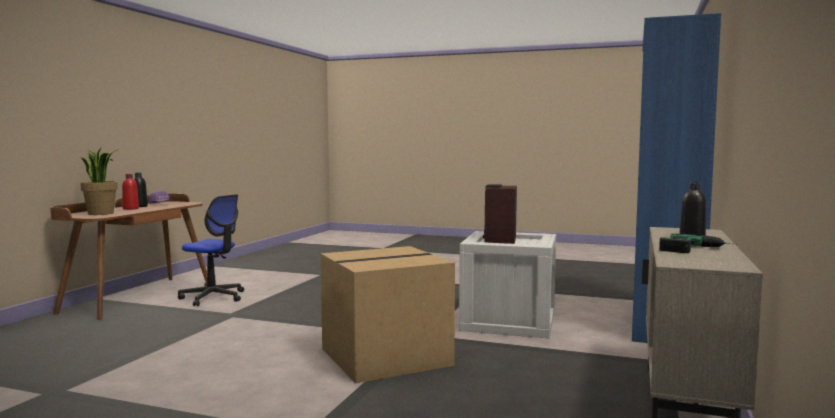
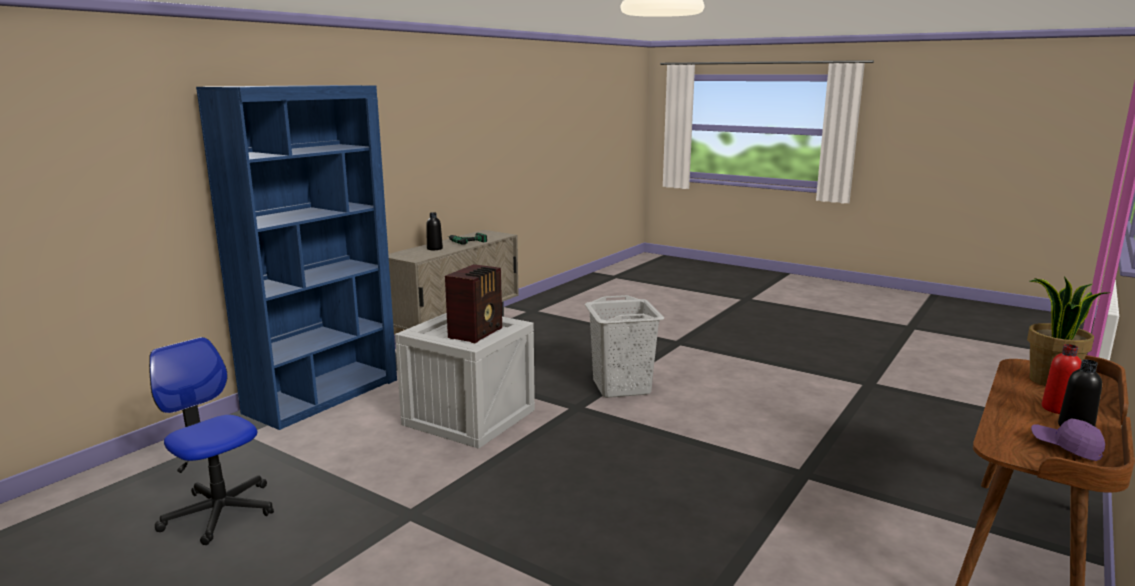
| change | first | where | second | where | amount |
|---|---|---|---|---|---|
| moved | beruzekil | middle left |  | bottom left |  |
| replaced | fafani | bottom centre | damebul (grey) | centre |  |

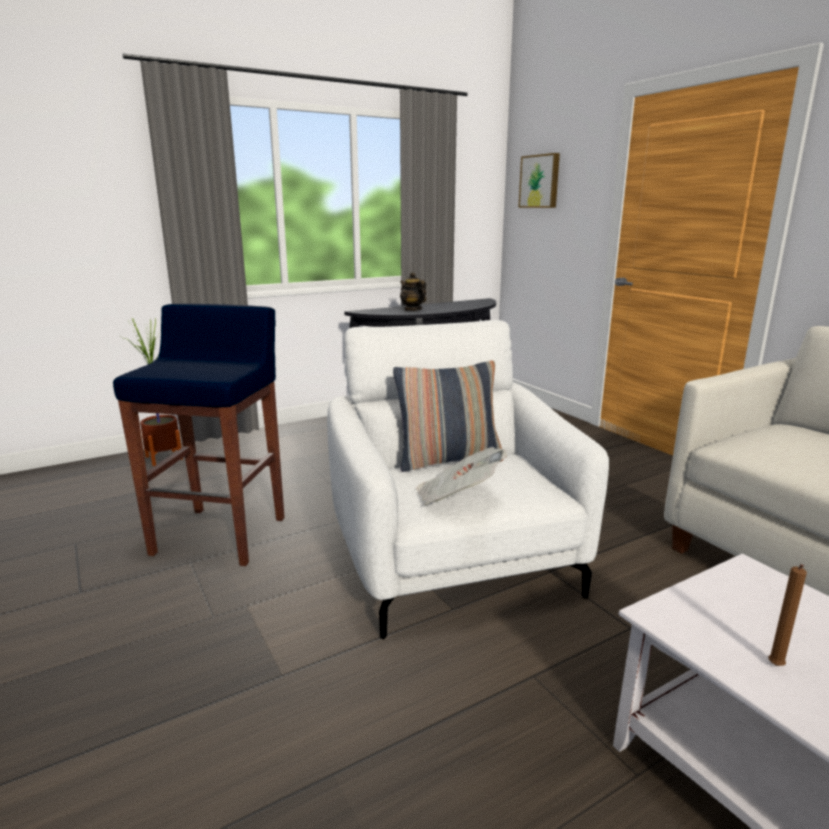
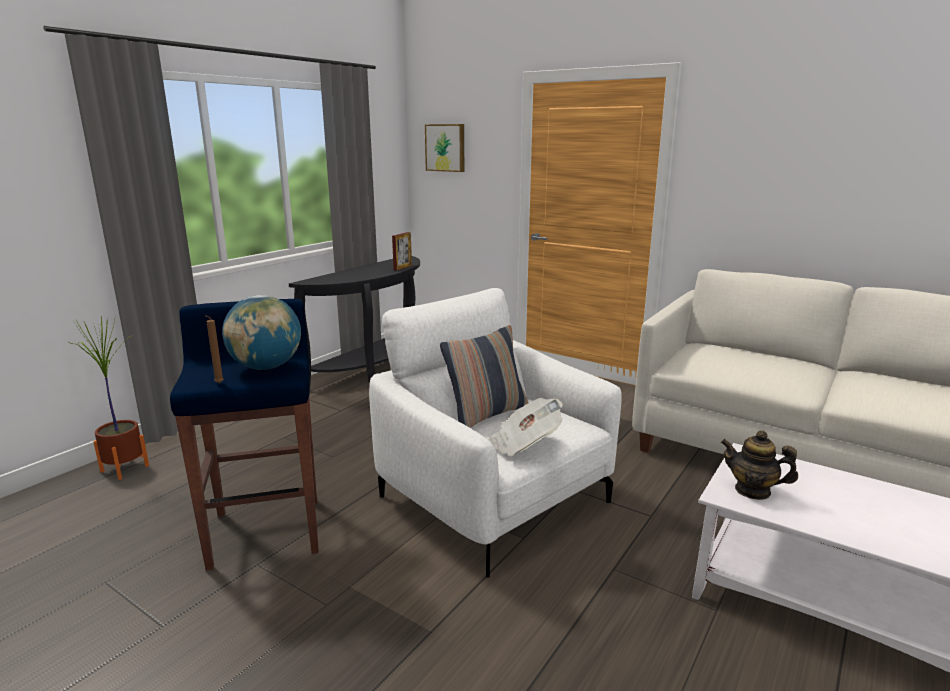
| change | first | where | second | where | amount |
|---|---|---|---|---|---|
| moved | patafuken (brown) | bottom right |  | middle left |  |
| added |  |  | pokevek | middle left |  |
| added |  |  | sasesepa | centre |  |
| moved | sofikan | centre |  | bottom right |  |

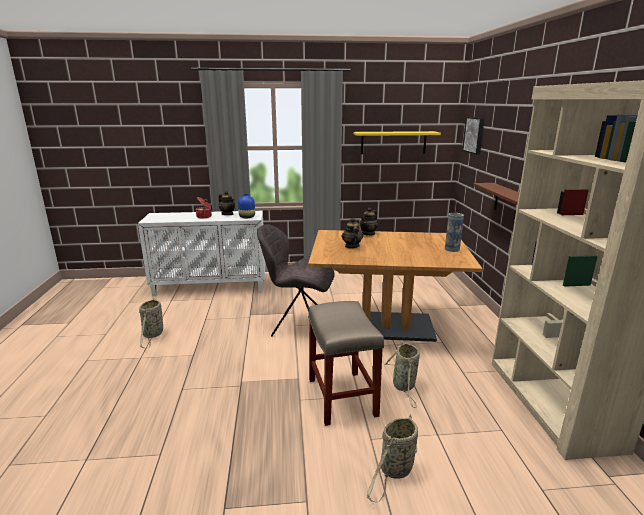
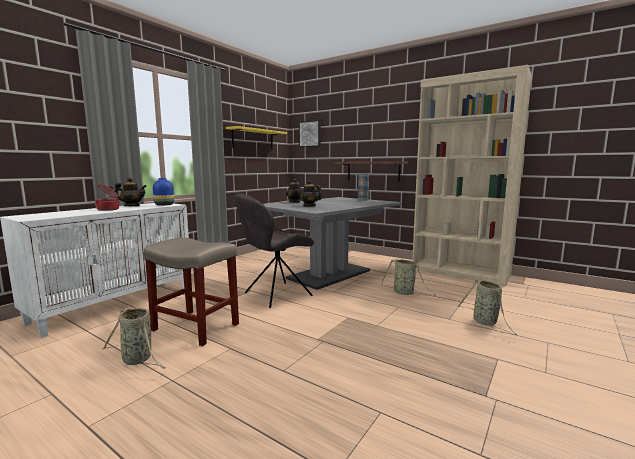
| change | first | where | second | where | amount |
|---|---|---|---|---|---|
| moved | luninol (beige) | bottom centre |  | middle left |  |
| recoloured | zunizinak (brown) | centre | zunizinak (grey) | centre |  |

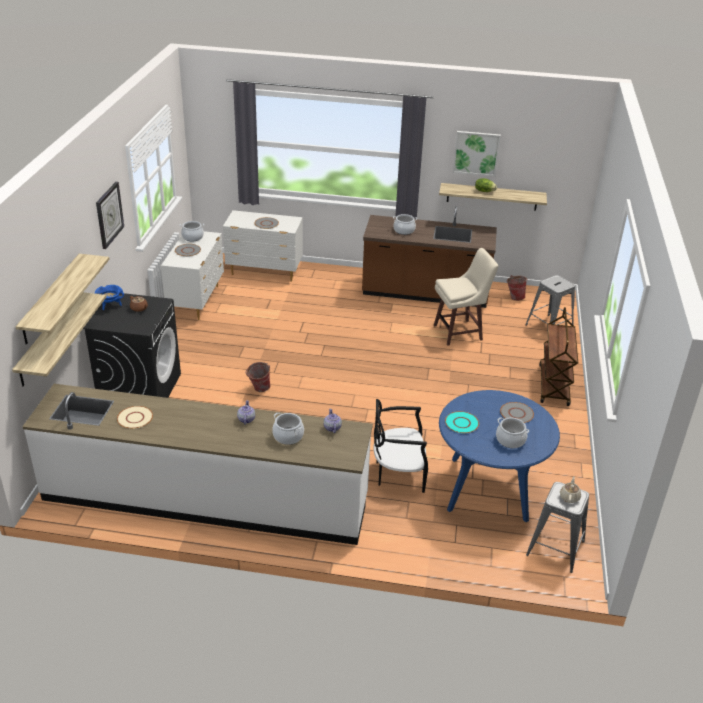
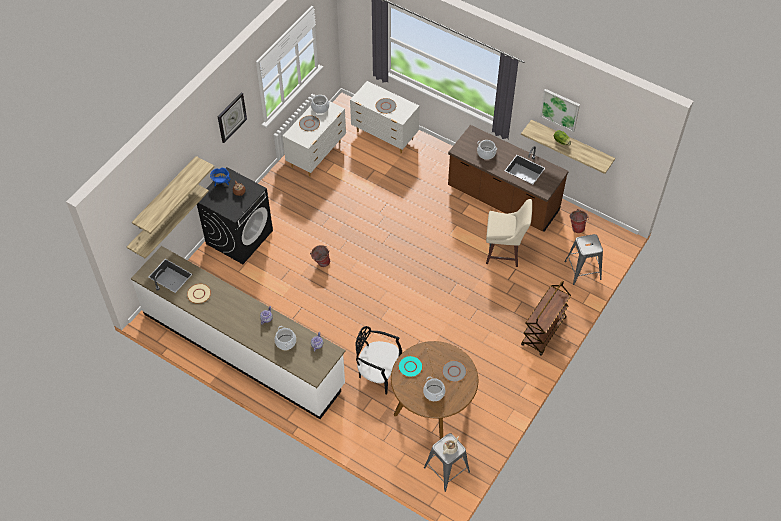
| change | first | where | second | where | amount |
|---|---|---|---|---|---|
| recoloured | zunizinak (blue) | middle right | zunizinak (brown) | bottom centre |  |

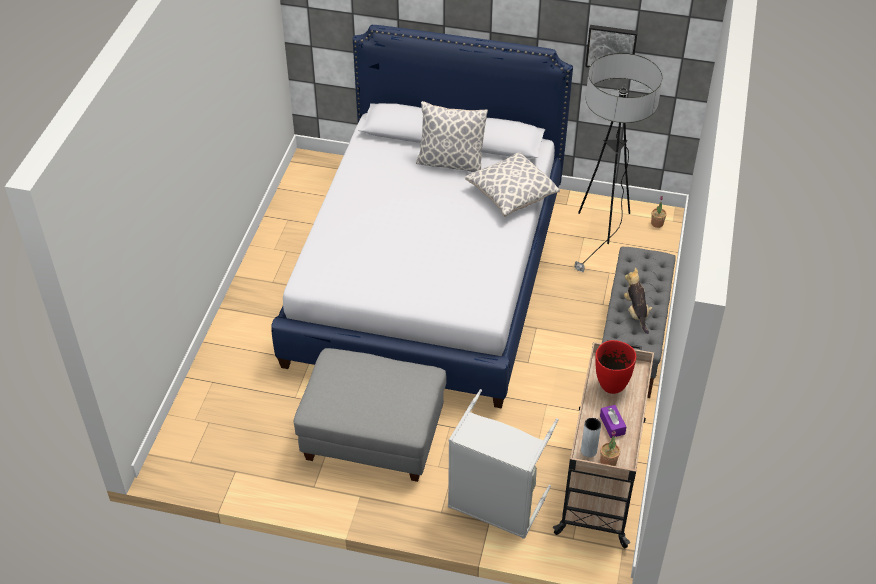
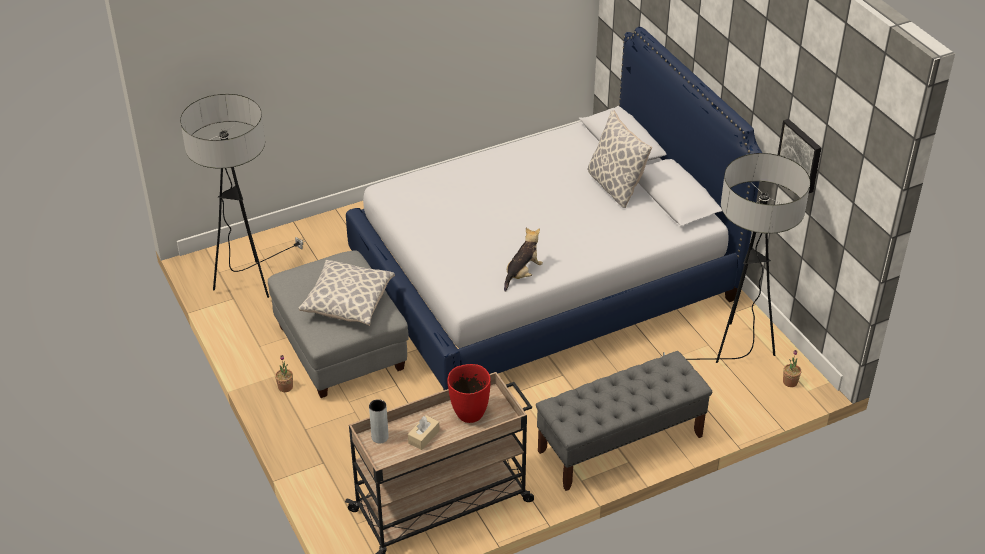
| change | first | where | second | where | amount |
|---|---|---|---|---|---|
| added |  |  | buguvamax (1st from left) | middle left |  |
| moved | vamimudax (1st from left) | bottom right |  | bottom left |  |
| moved | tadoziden (2nd from left in the first image) | top centre | tadoziden (1st from left) | centre |  |
| recoloured | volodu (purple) | bottom right | volodu (beige) | bottom centre |  |
| moved | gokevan | middle right |  | centre |  |
| removed | damebul (grey) | bottom centre |  |  |  |

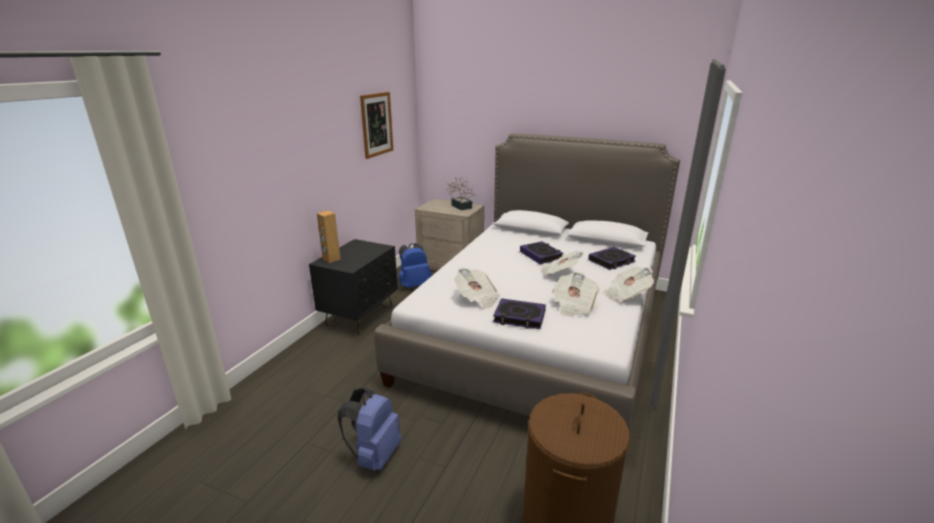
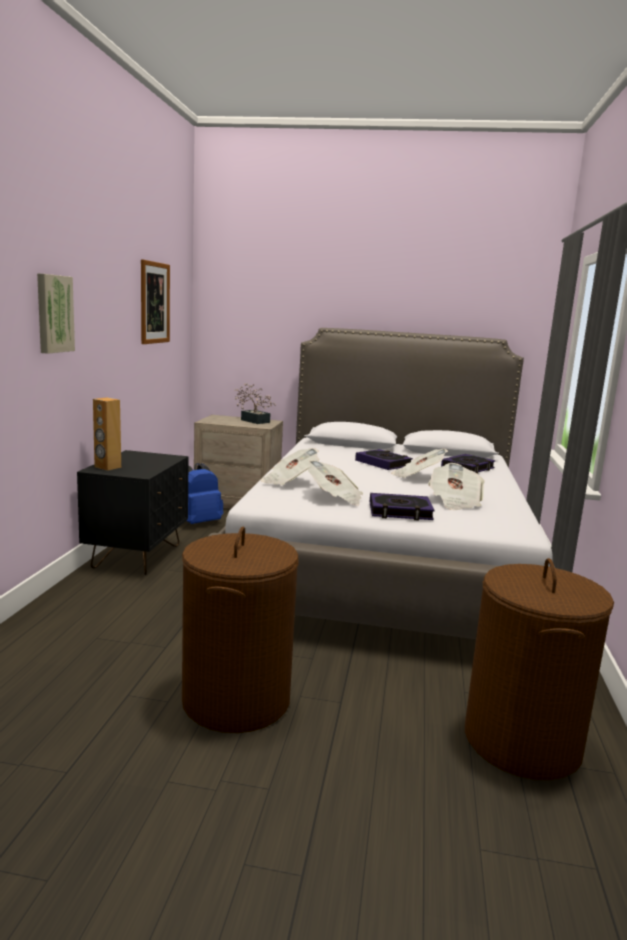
| change | first | where | second | where | amount |
|---|---|---|---|---|---|
| added |  |  | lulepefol (1st from left) | top left |  |
| replaced | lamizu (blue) (1st from left) | bottom centre | damebul (brown) (1st from left) | bottom centre |  |
| moved | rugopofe (4th from left in the first image) | middle right | rugopofe (1st from left) | centre |  |

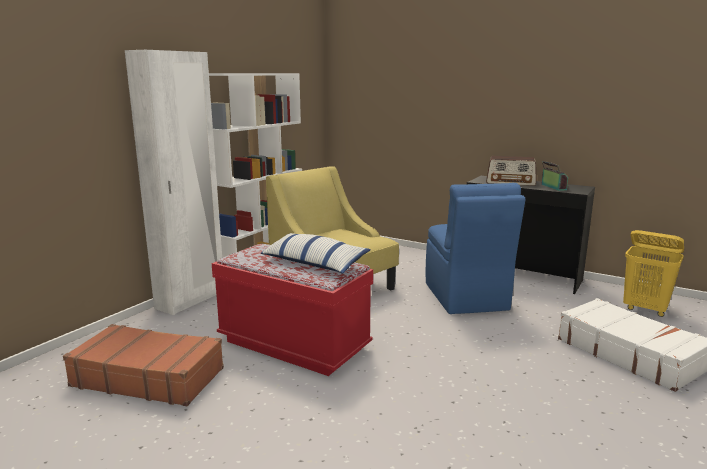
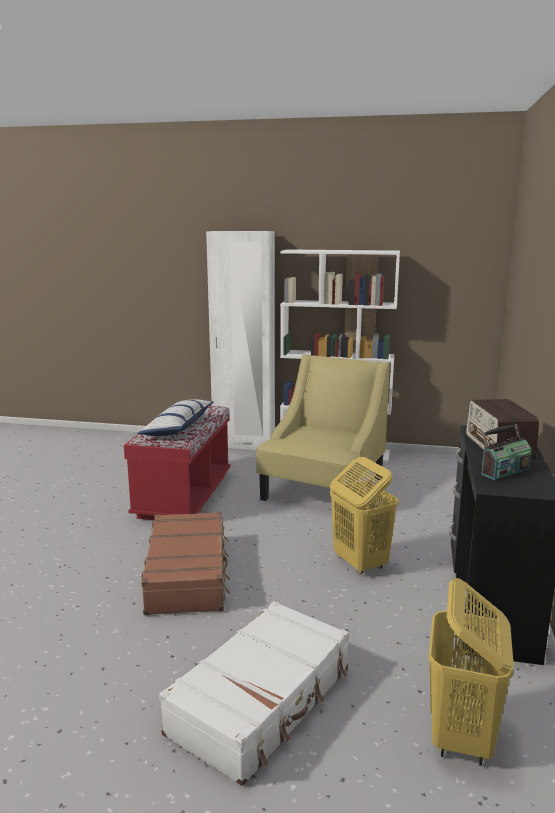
| change | first | where | second | where | amount |
|---|---|---|---|---|---|
| moved | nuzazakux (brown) | bottom left |  | bottom centre |  |
| replaced | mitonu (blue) | middle right | damebul (yellow) (1st from left) | centre |  |

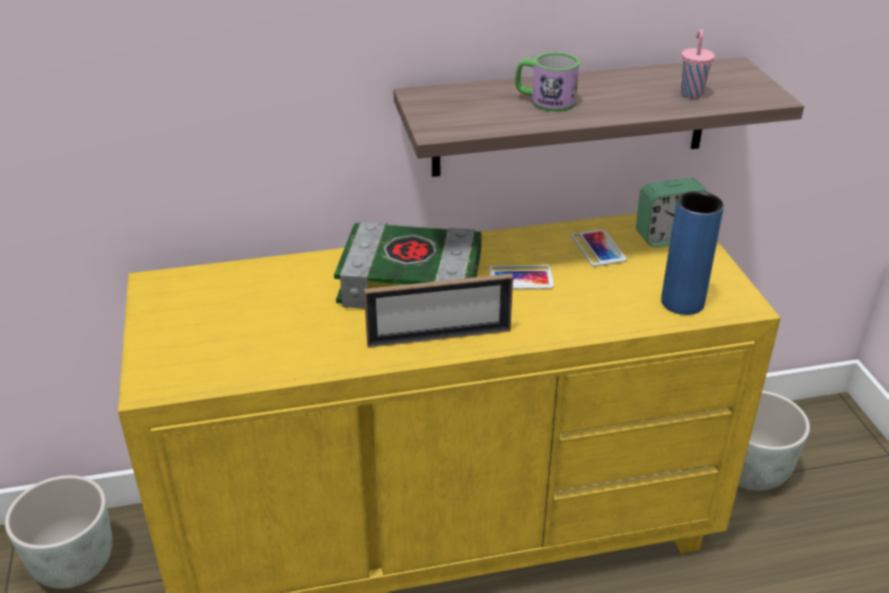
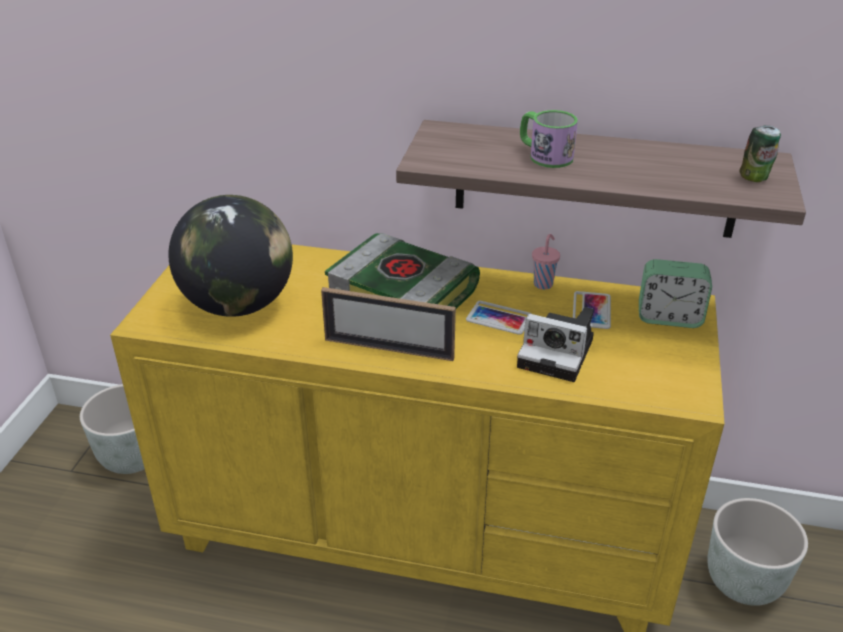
| change | first | where | second | where | amount |
|---|---|---|---|---|---|
| added |  |  | pokevek | middle left |  |
| added |  |  | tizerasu | centre |  |
| moved | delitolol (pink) | top right |  | centre |  |
| added |  |  | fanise | top right |  |
| removed | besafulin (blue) | middle right |  |  |  |

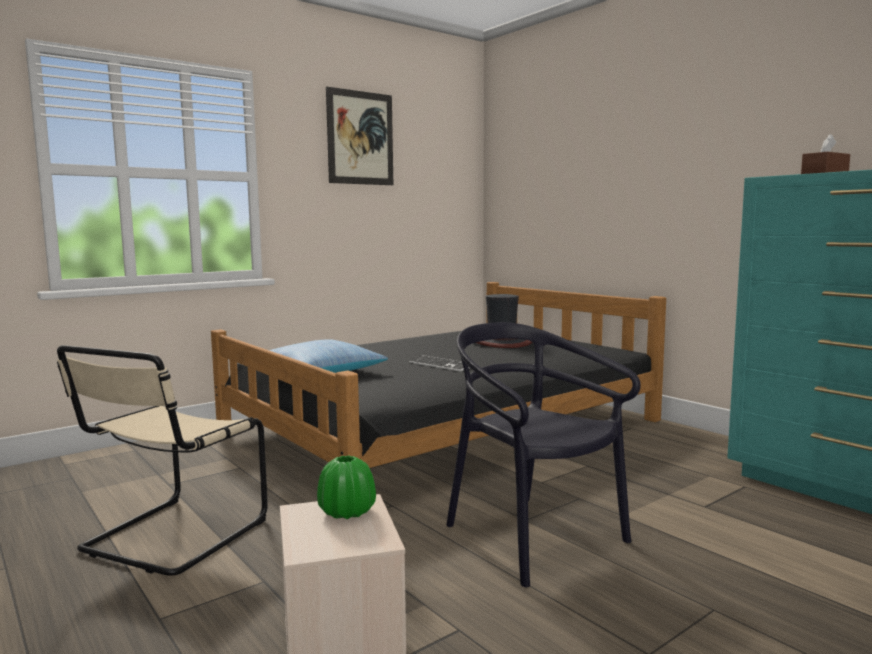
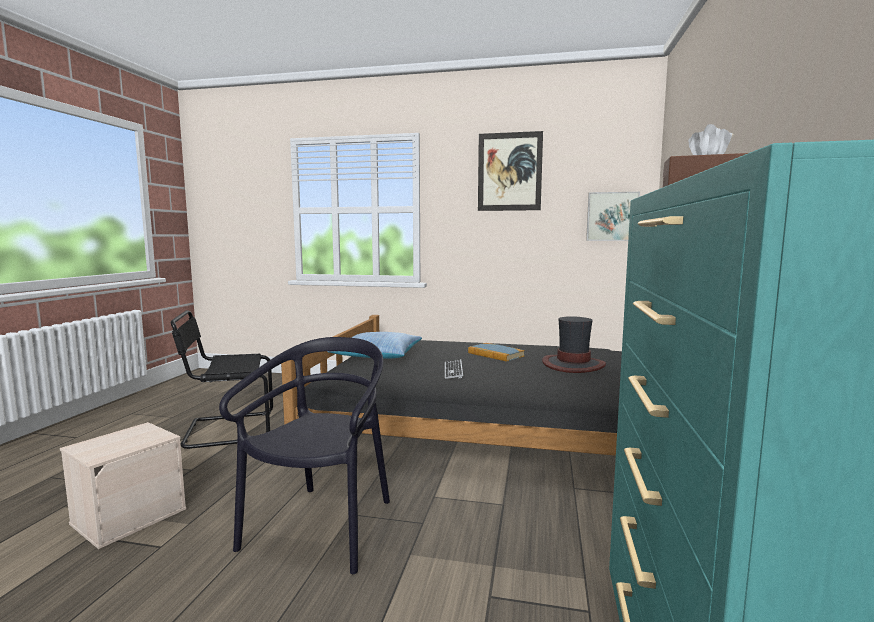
| change | first | where | second | where | amount |
|---|---|---|---|---|---|
| recoloured | mitonu (beige) | bottom left | mitonu (black) (1st from left) | middle left |  |
| added |  |  | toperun | centre |  |
| added |  |  | lulepefol (2nd from left) | middle right |  |
| removed | besafulin (green) | bottom centre |  |  |  |

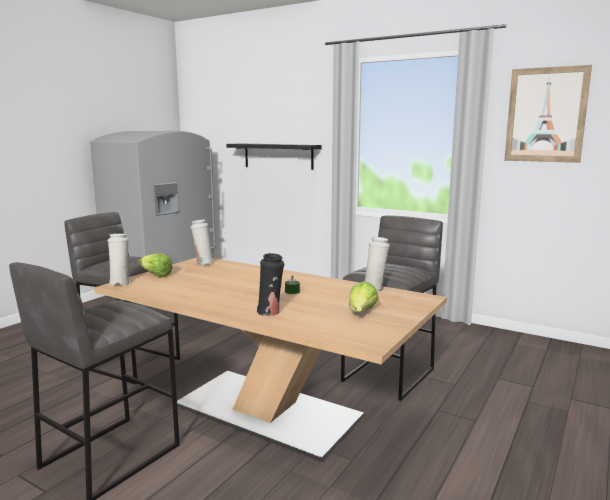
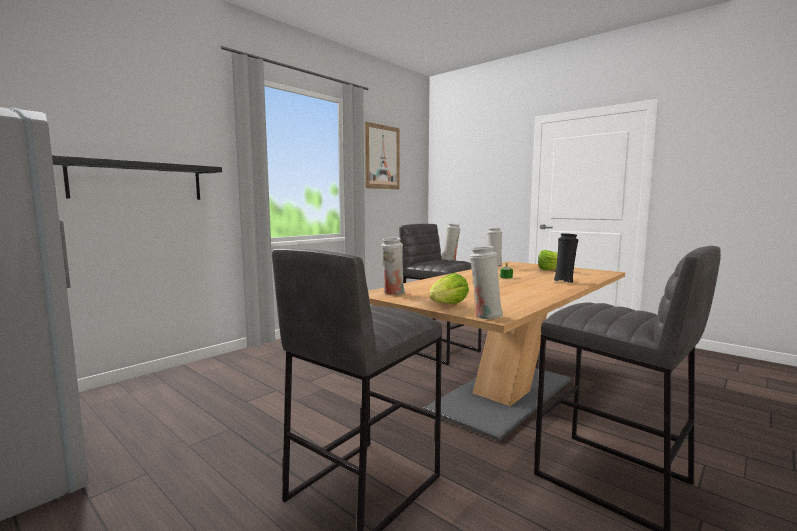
| change | first | where | second | where | amount |
|---|---|---|---|---|---|
| added |  |  | besafulin (white) (2nd from left) | centre |  |

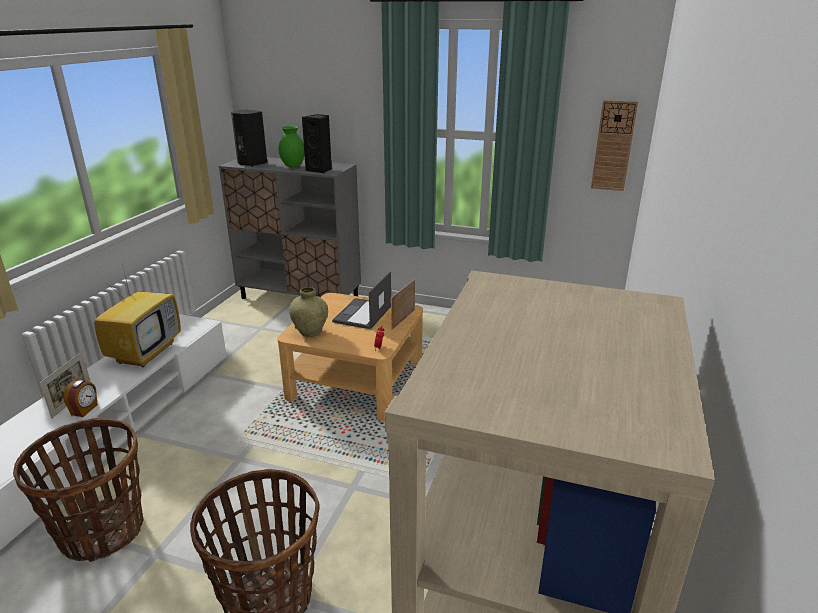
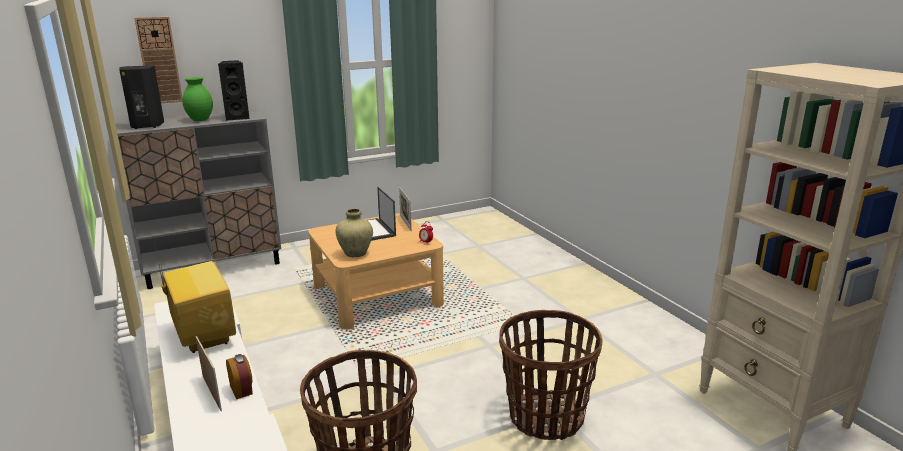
| change | first | where | second | where | amount |
|---|---|---|---|---|---|
| moved | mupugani | top right |  | top left |  |

